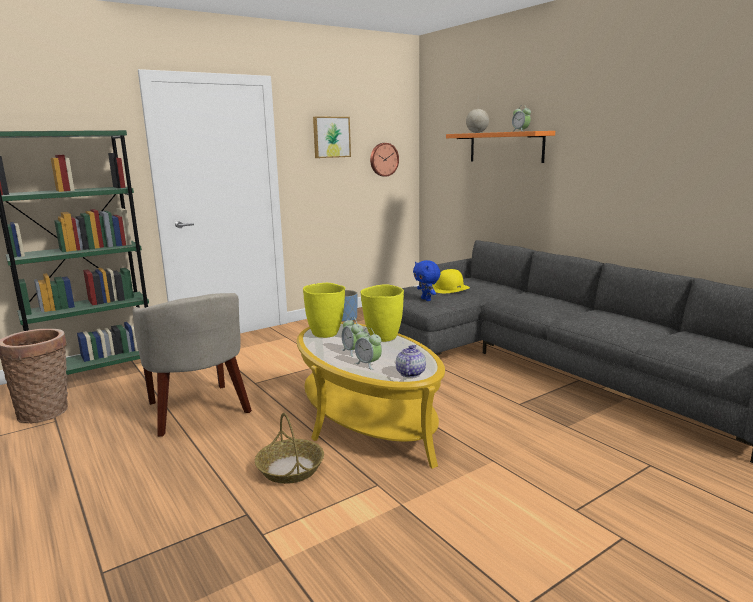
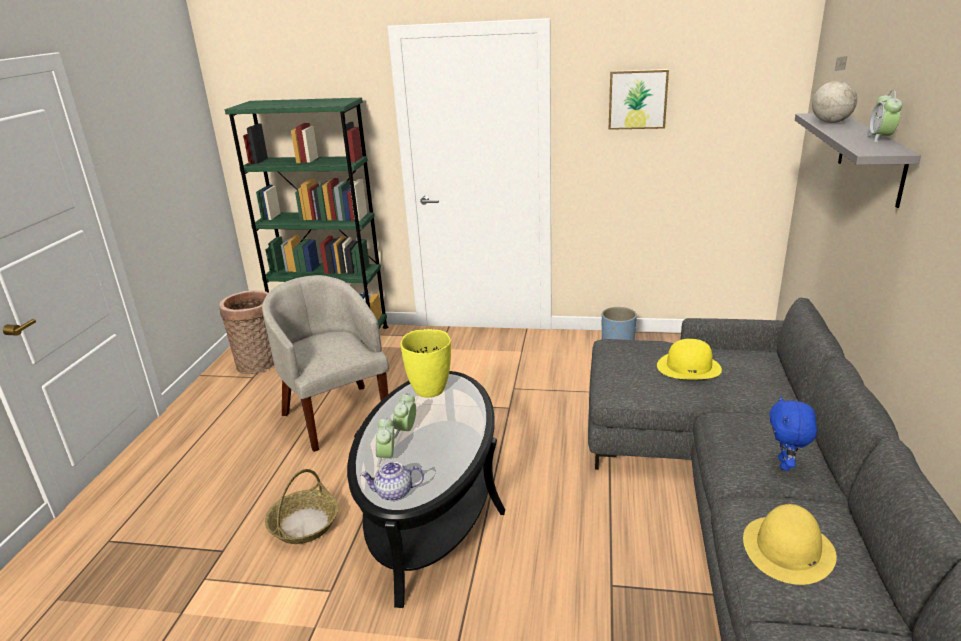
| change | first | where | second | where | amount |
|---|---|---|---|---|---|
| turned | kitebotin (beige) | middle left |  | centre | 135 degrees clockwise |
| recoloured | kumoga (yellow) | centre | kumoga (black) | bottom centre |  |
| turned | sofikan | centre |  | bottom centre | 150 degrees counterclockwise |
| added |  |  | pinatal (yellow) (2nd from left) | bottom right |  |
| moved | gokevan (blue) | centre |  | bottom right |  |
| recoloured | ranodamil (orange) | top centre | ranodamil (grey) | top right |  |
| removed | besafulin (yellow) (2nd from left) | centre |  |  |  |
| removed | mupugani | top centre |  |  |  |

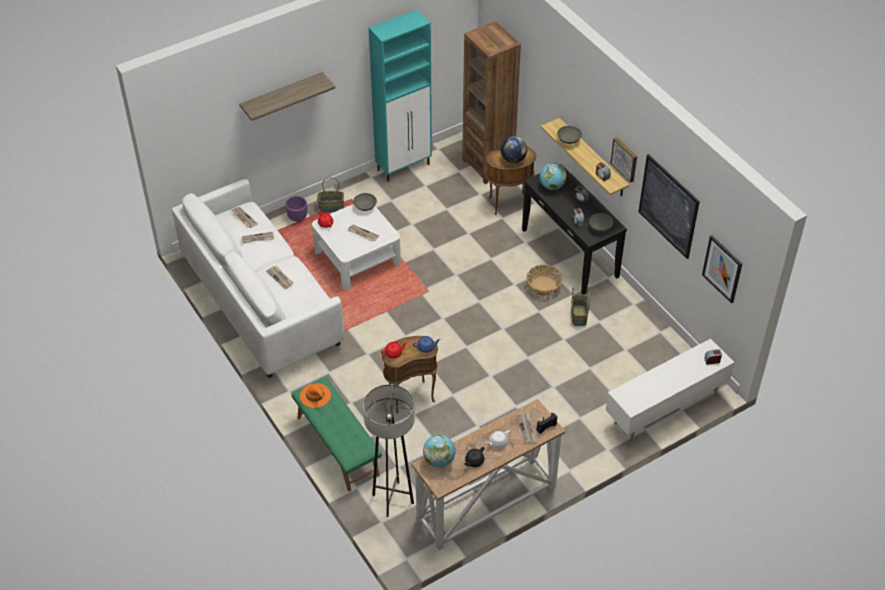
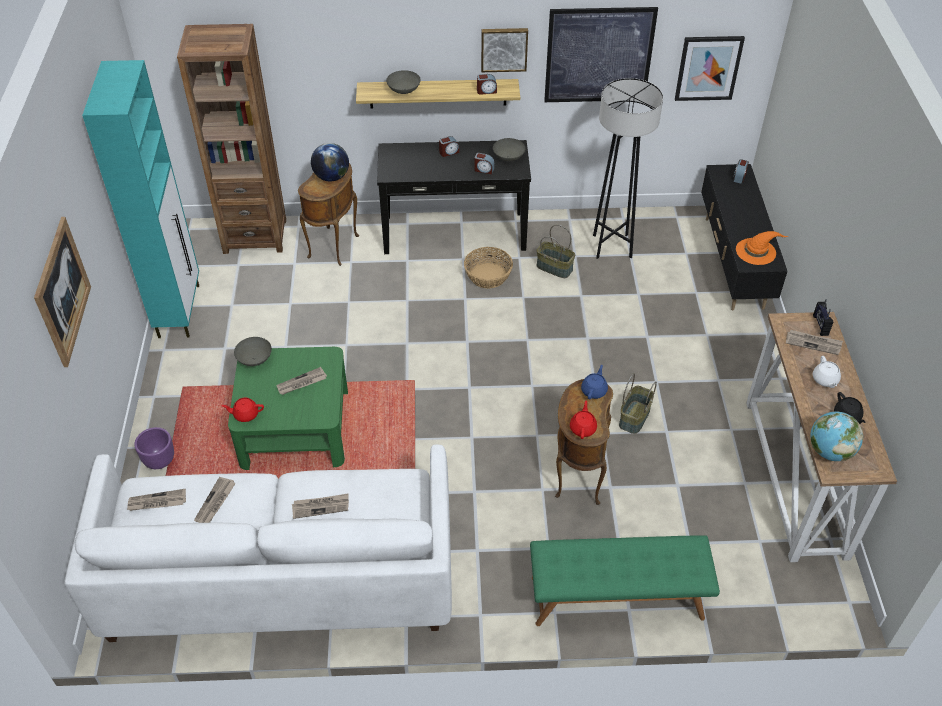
| change | first | where | second | where | amount |
|---|---|---|---|---|---|
| replaced | ranodamil (1st from left) | top left | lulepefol (1st from left) | middle left |  |
| recoloured | kumoga (white) | centre | kumoga (green) | middle left |  |
| moved | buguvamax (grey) | bottom centre |  | top right |  |
| moved | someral (1st from left in the first image) | top centre | someral (3rd from left) | middle right |  |
| recoloured | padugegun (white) | middle right | padugegun (black) | middle right |  |
| moved | pinatal (orange) | bottom centre |  | middle right |  |
| removed | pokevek (3rd from left) | top centre |  |  |  |

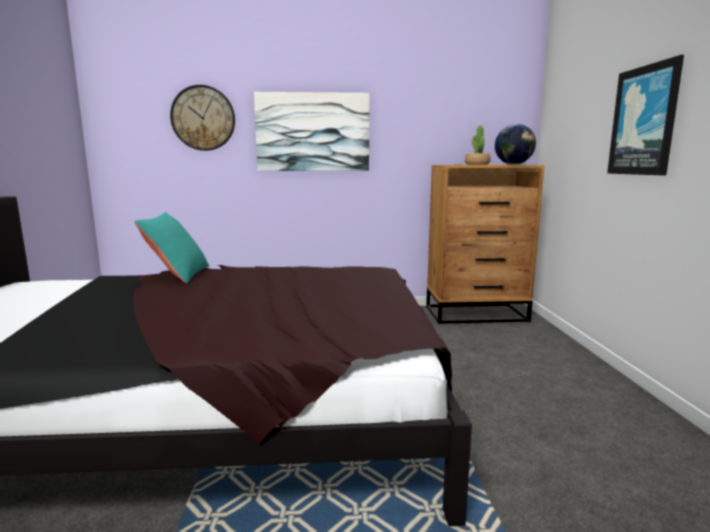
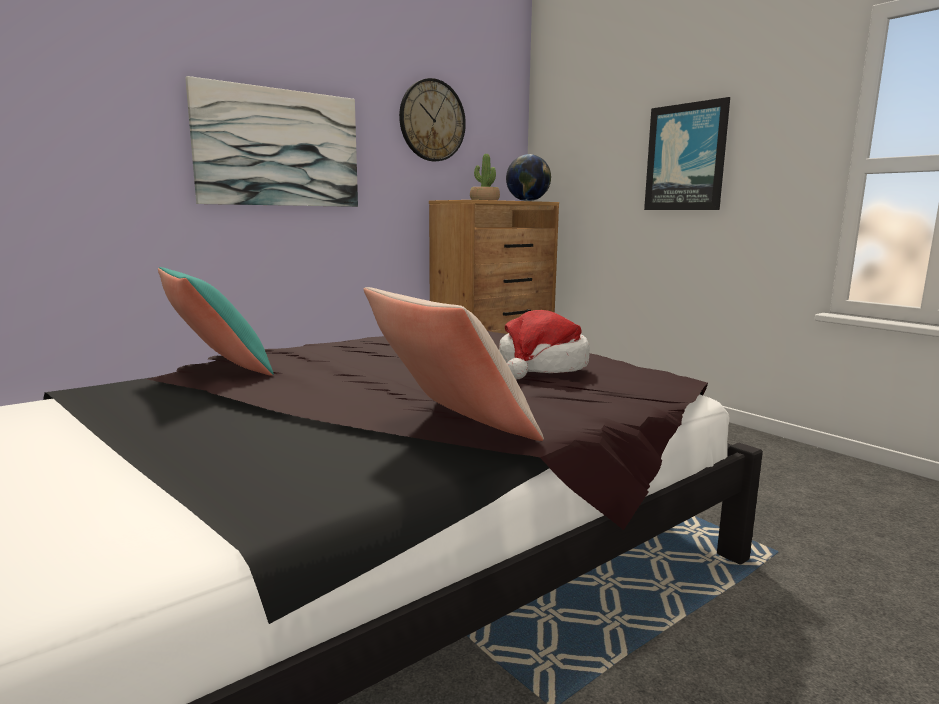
| change | first | where | second | where | amount |
|---|---|---|---|---|---|
| added |  |  | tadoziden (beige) | centre |  |
| moved | mupugani | top left |  | top centre |  |
| added |  |  | pinatal | centre |  |

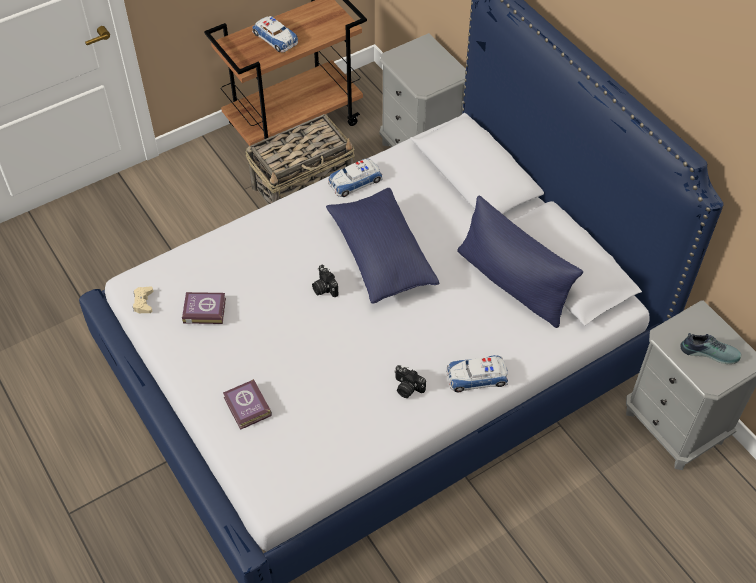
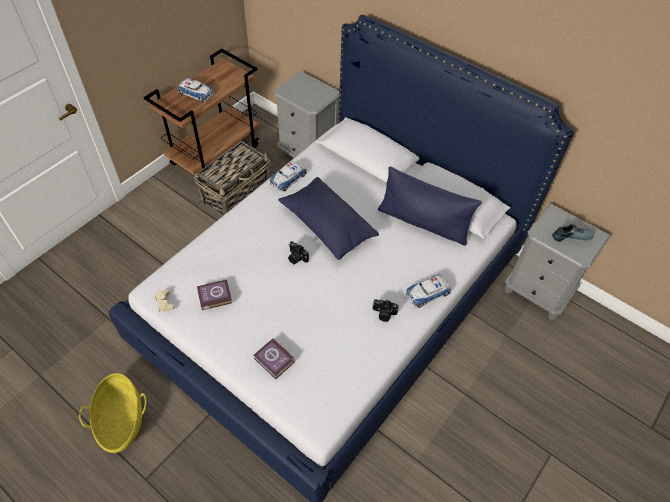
| change | first | where | second | where | amount |
|---|---|---|---|---|---|
| added |  |  | someral (1st from left) | bottom left |  |

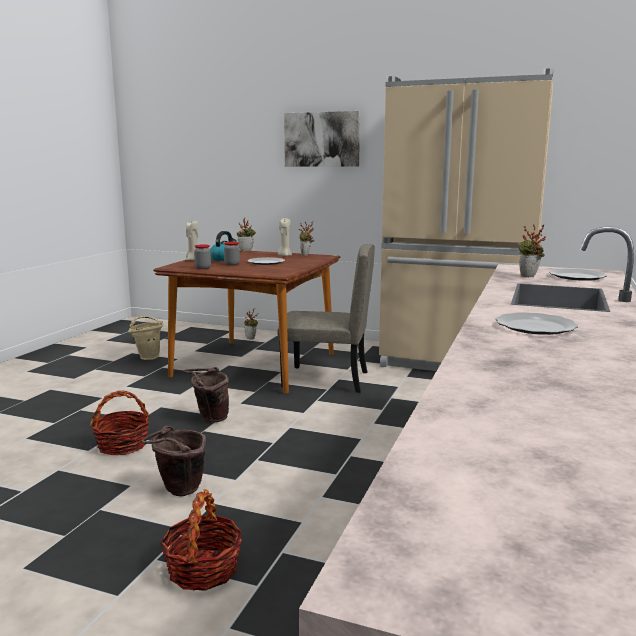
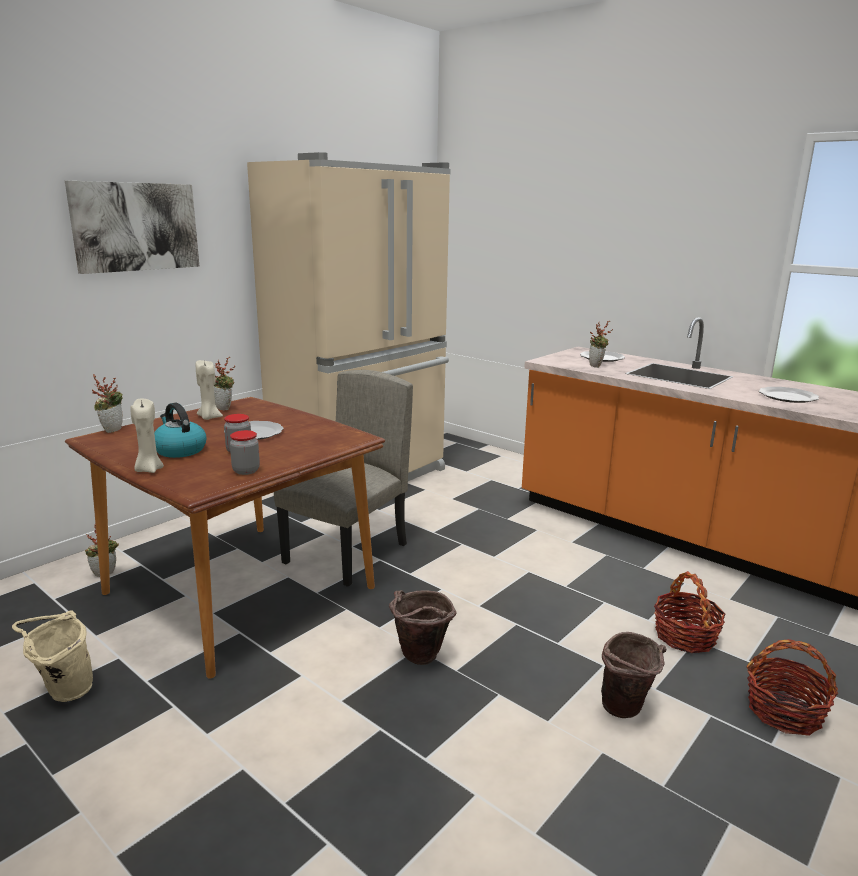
| change | first | where | second | where | amount |
|---|---|---|---|---|---|
| moved | someral (1st from left) | middle left |  | bottom right |  |

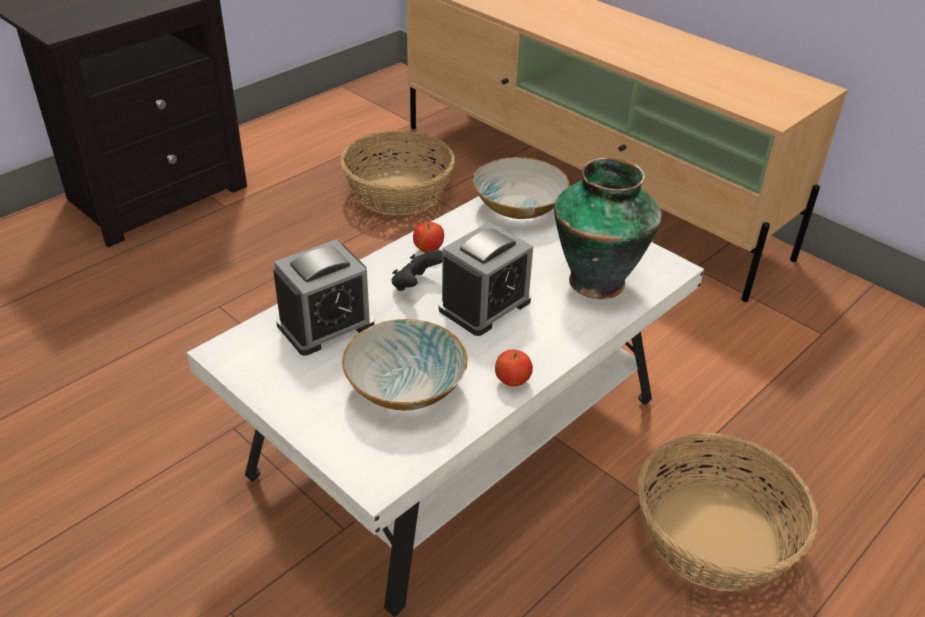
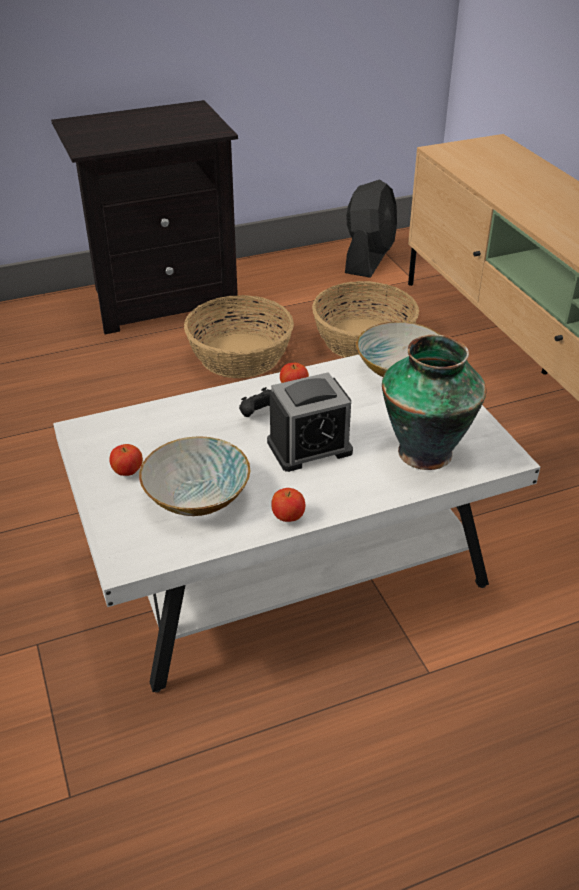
| change | first | where | second | where | amount |
|---|---|---|---|---|---|
| added |  |  | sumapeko (1st from left) | middle left |  |
| moved | someral (2nd from left in the first image) | bottom right | someral (1st from left) | centre |  |
| added |  |  | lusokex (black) | top centre |  |
| removed | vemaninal (1st from left) | centre |  |  |  |

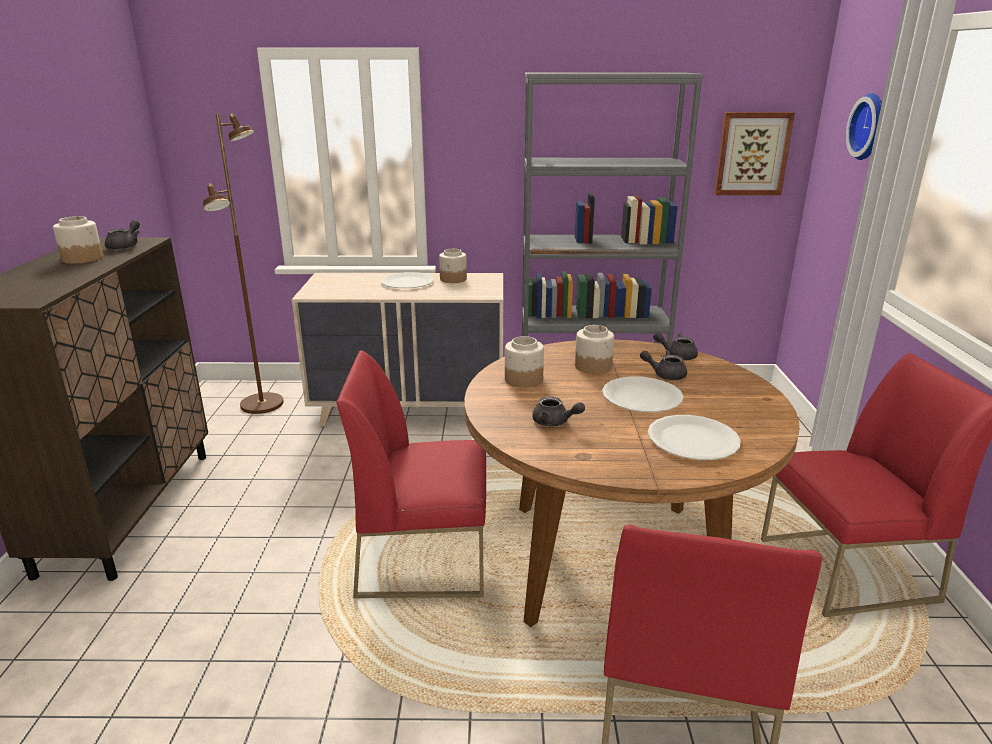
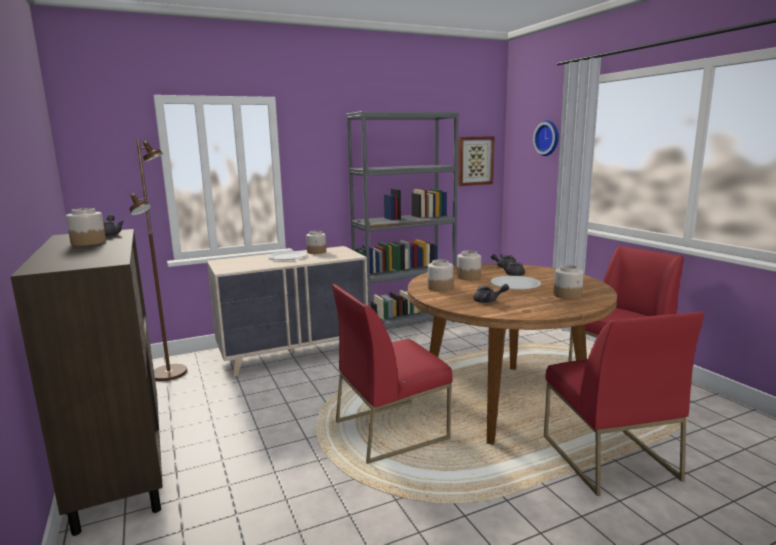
| change | first | where | second | where | amount |
|---|---|---|---|---|---|
| replaced | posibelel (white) (3rd from left) | middle right | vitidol (5th from left) | middle right |  |

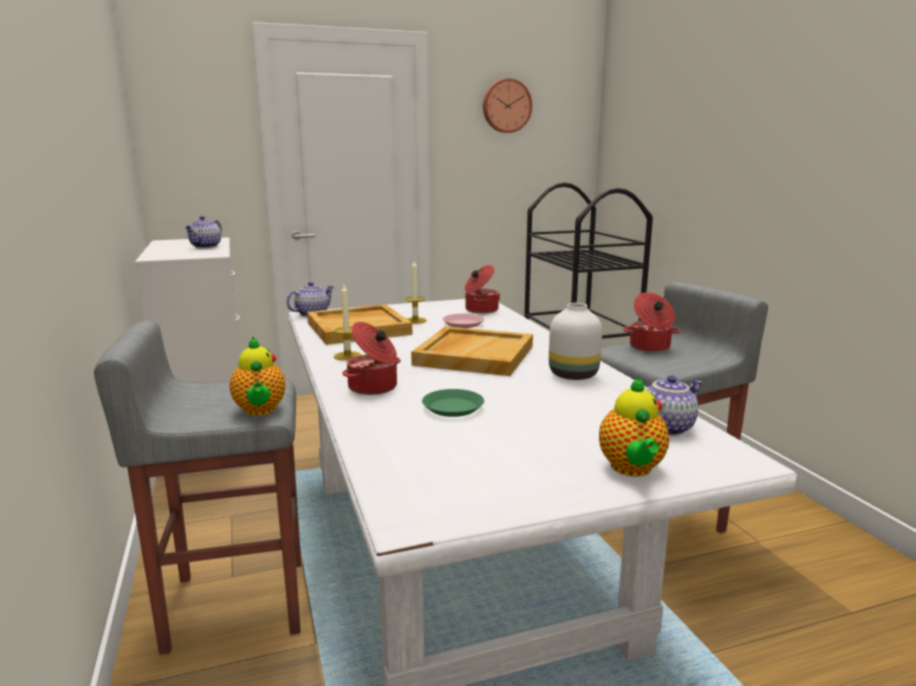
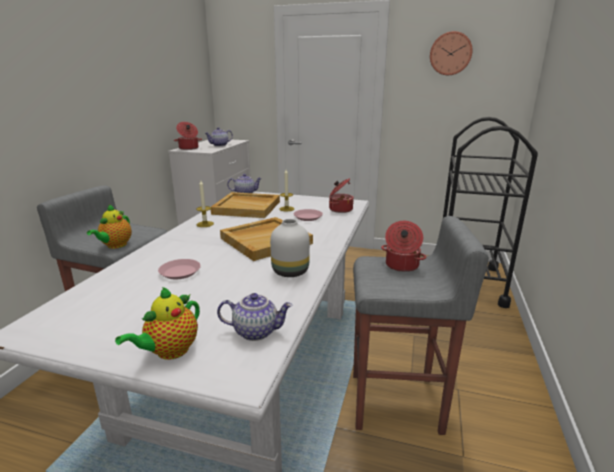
| change | first | where | second | where | amount |
|---|---|---|---|---|---|
| recoloured | posibelel (green) | centre | posibelel (pink) (1st from left) | middle left |  |
| moved | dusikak (1st from left) | centre |  | top left |  |

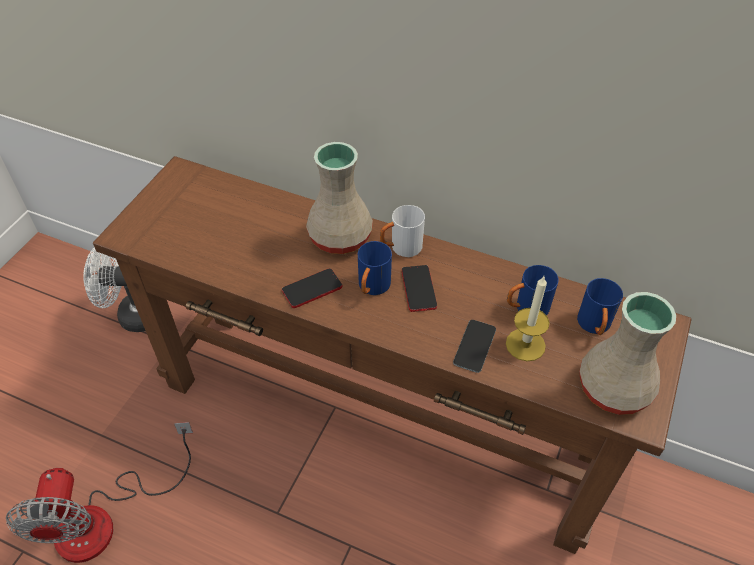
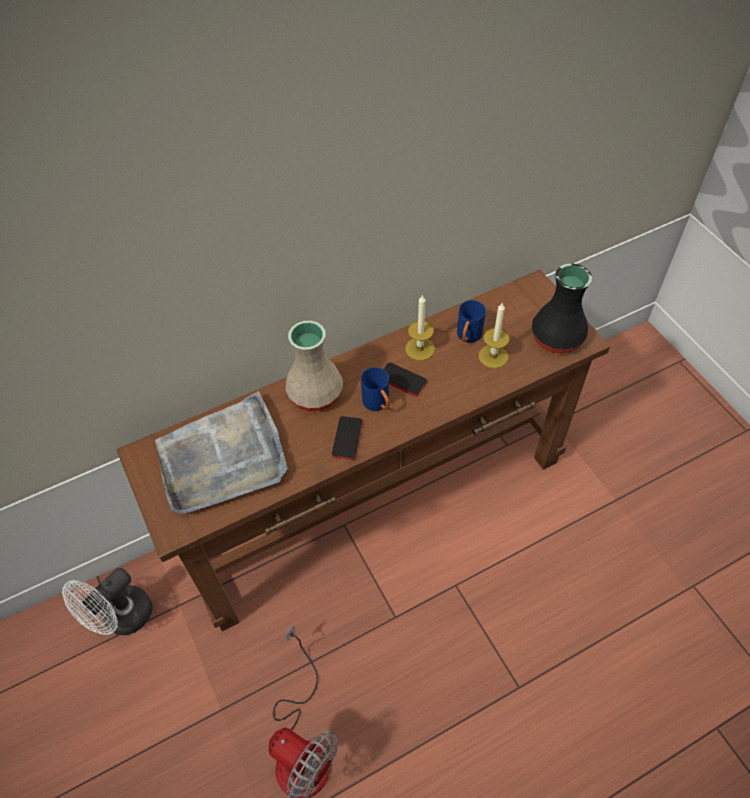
| change | first | where | second | where | amount |
|---|---|---|---|---|---|
| added |  |  | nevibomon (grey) | middle left |  |
| added |  |  | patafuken (1st from left) | centre |  |
| recoloured | besafulin (beige) (2nd from left) | middle right | besafulin (black) | middle right |  |
| removed | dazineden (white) | centre |  |  |  |
| removed | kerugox (3rd from left) | centre |  |  |  |
| removed | dazineden (blue) (3rd from left) | middle right |  |  |  |

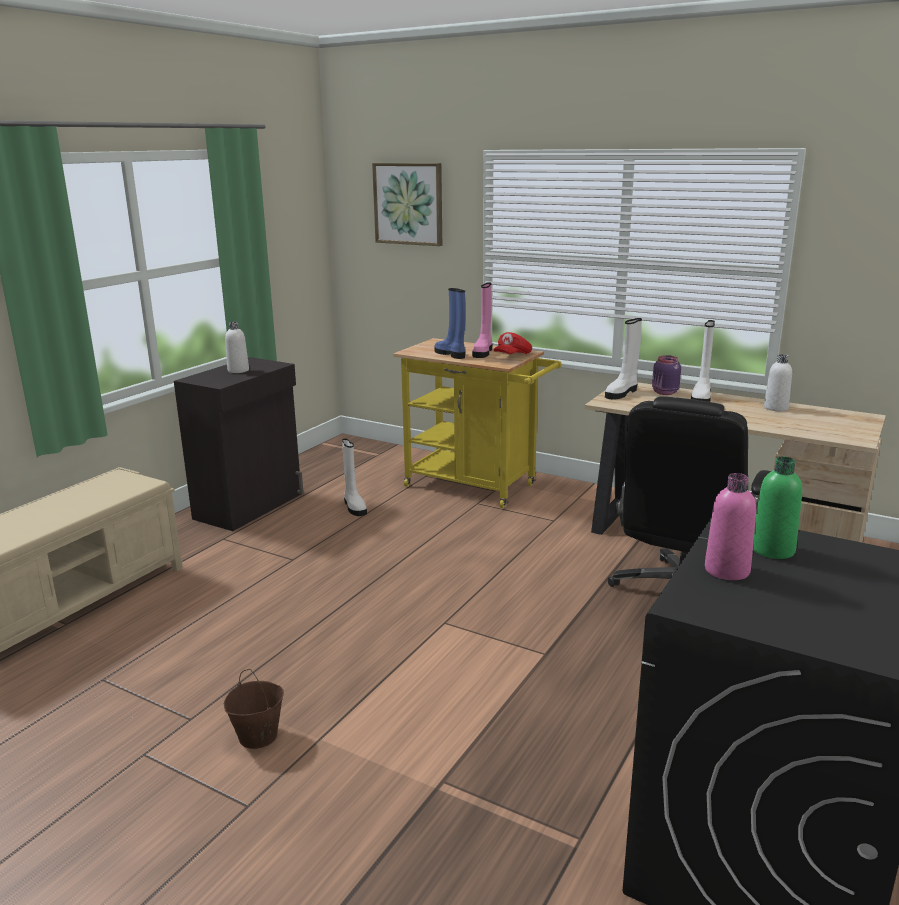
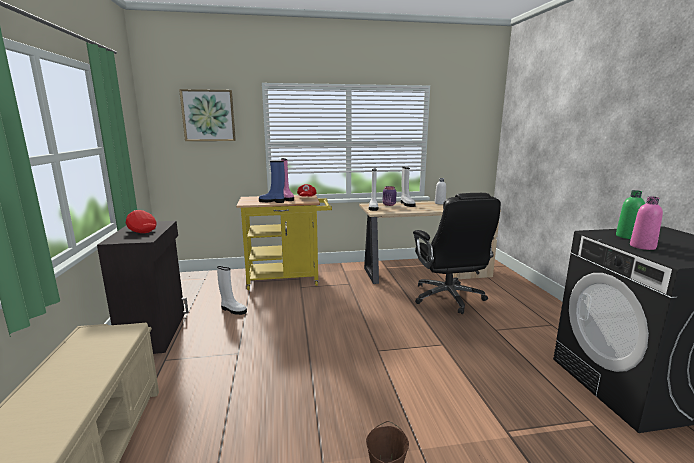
| change | first | where | second | where | amount |
|---|---|---|---|---|---|
| replaced | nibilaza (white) (1st from left) | middle left | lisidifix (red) (1st from left) | middle left |  |

